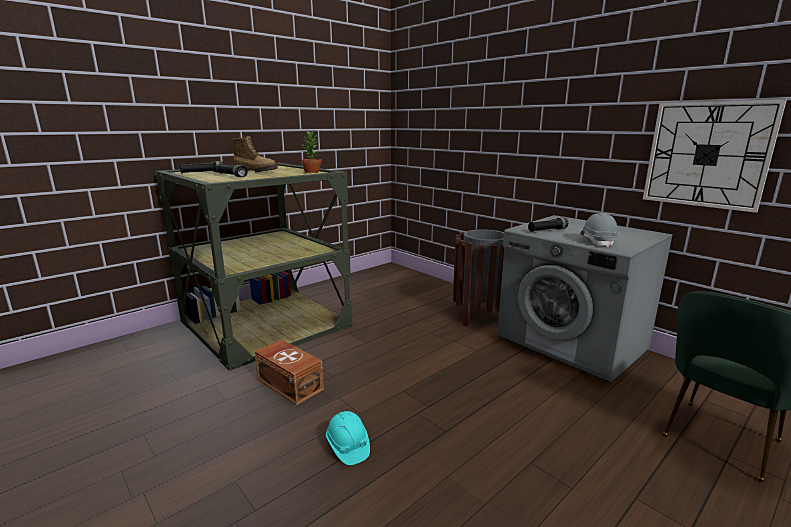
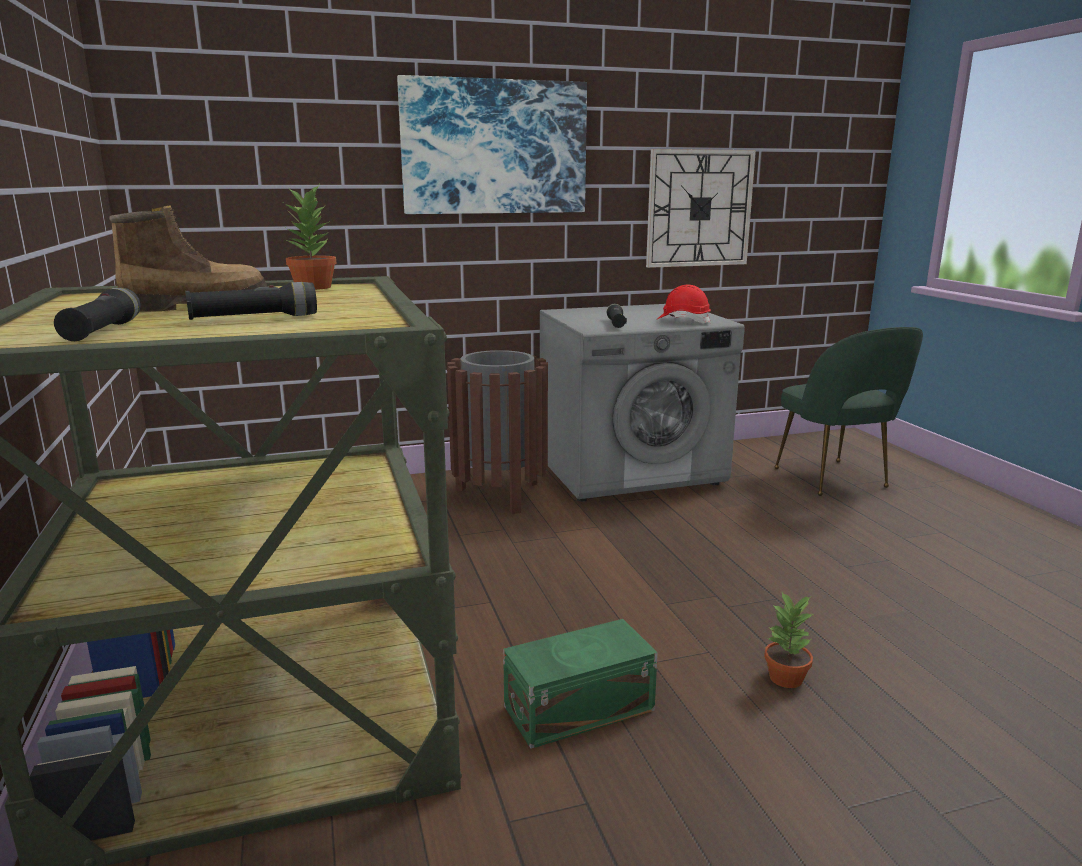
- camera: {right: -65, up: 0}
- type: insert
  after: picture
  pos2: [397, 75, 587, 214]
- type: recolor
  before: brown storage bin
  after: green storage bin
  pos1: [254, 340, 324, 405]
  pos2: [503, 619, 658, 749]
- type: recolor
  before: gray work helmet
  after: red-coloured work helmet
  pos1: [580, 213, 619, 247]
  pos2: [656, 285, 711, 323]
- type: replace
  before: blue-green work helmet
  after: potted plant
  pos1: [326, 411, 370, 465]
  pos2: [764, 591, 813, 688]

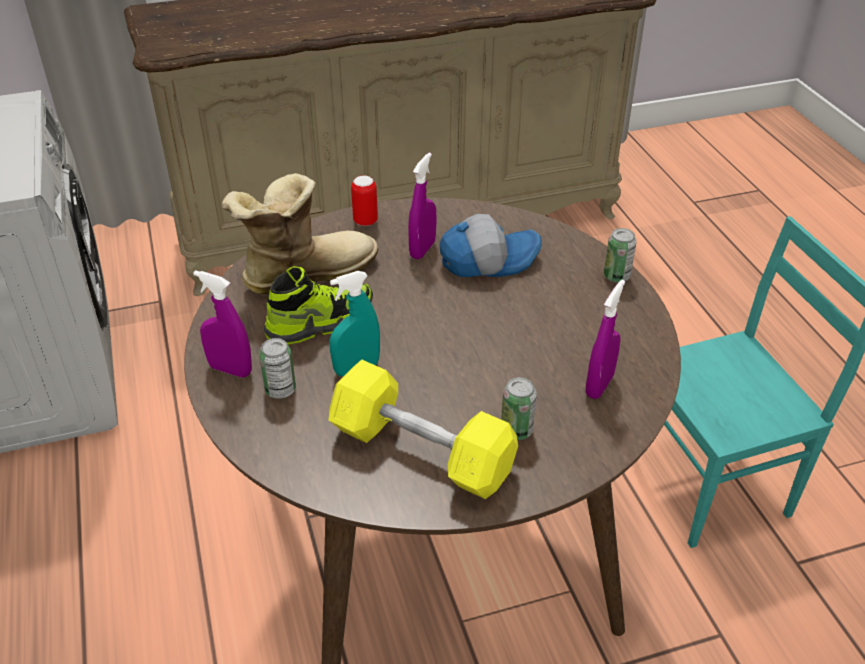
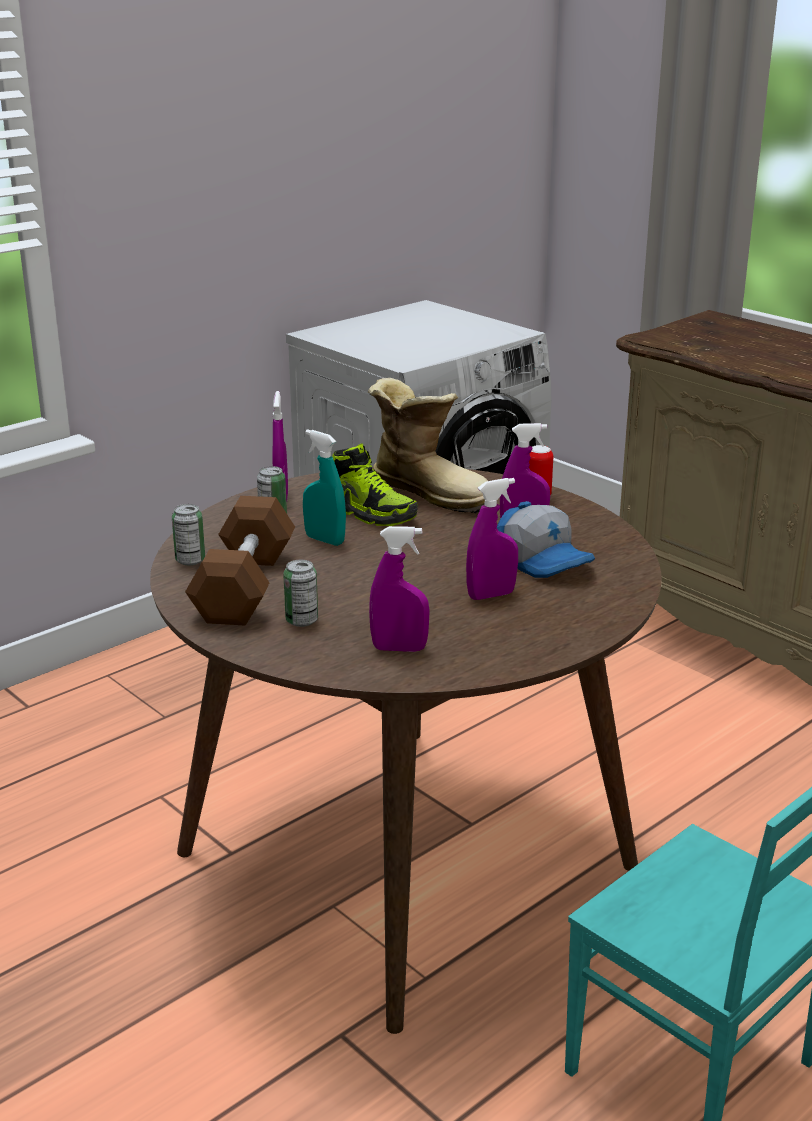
- camera: {right: 65, up: -15}
- type: move
  before: sealed can
  pos1: [604, 228, 636, 283]
  pos2: [172, 504, 205, 565]
- type: recolor
  before: yellow-coloured dumbbell
  after: brown dumbbell
  pos1: [329, 359, 518, 499]
  pos2: [185, 496, 295, 626]
- type: insert
  after: purple hand sprayer
  pos2: [466, 478, 518, 600]

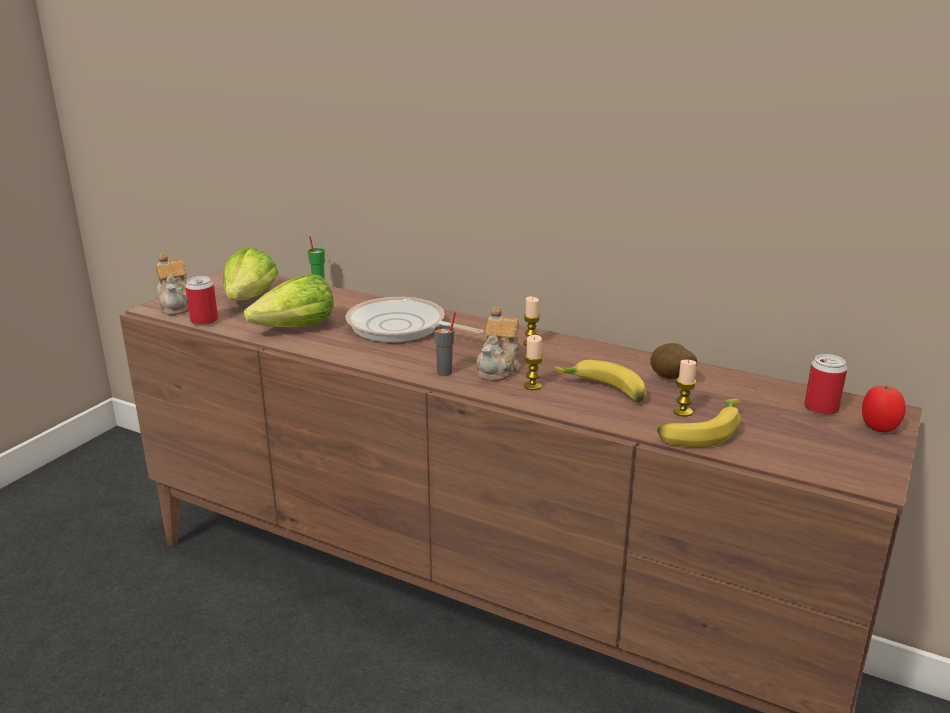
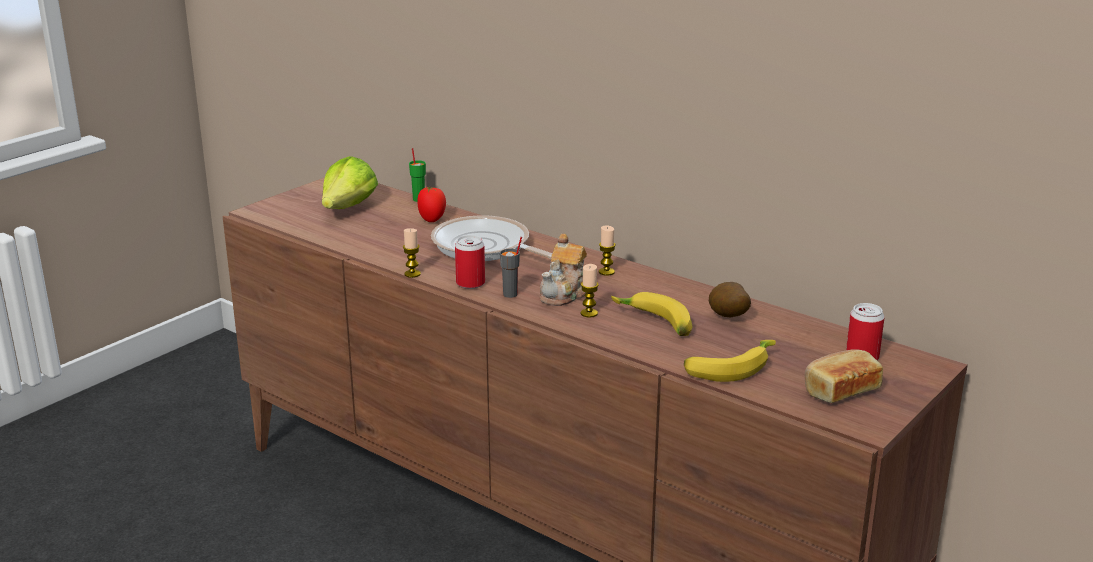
- camera: {right: 10, up: 0}
- type: move
  before: wax light
  pos1: [673, 360, 697, 417]
  pos2: [403, 228, 421, 278]
- type: move
  before: whole tomato
  pos1: [862, 385, 906, 433]
  pos2: [417, 187, 446, 222]
- type: move
  before: sealed can
  pos1: [185, 276, 218, 326]
  pos2: [455, 235, 485, 289]
- type: insert
  after: baked bread
  pos2: [805, 349, 883, 403]
- type: delete
  before: pot for tea
  pos1: [156, 253, 189, 315]
- type: delete
  before: lettuce head
  pos1: [244, 274, 334, 327]

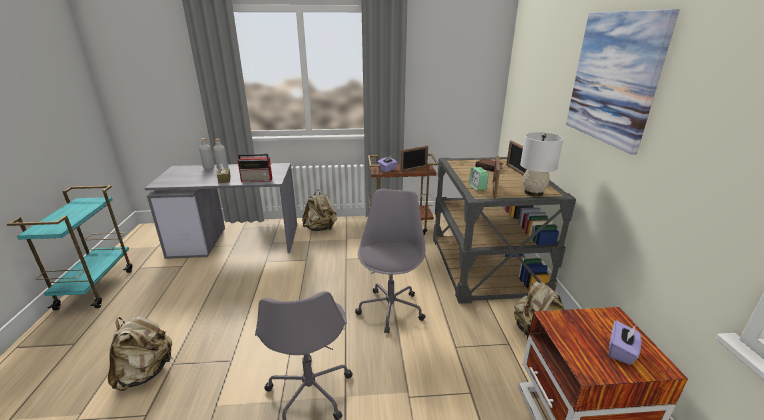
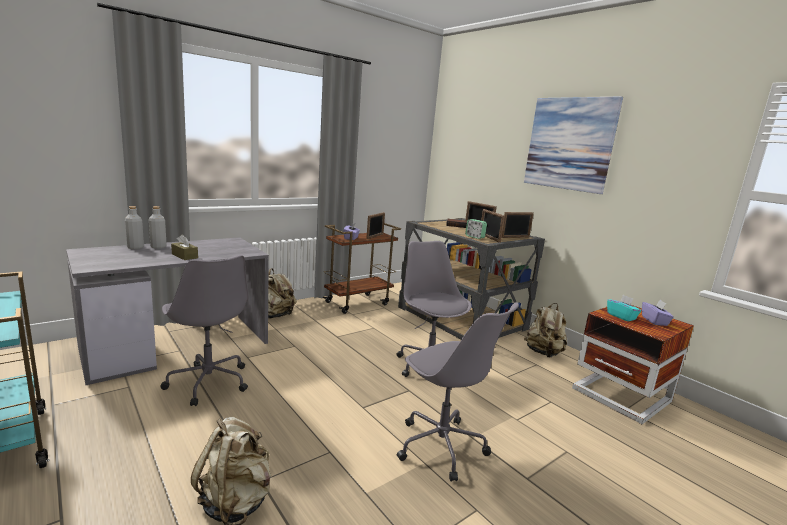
- camera: {right: -35, up: -10}
- type: insert
  after: gray desk chair
  pos2: [160, 255, 249, 406]
- type: replace
  before: white table lamp
  after: picture frame
  pos1: [520, 132, 563, 196]
  pos2: [502, 212, 534, 238]
- type: insert
  after: blue-green tissue holder
  pos2: [607, 295, 641, 321]
- type: delete
  before: radio set
  pos1: [238, 154, 272, 182]

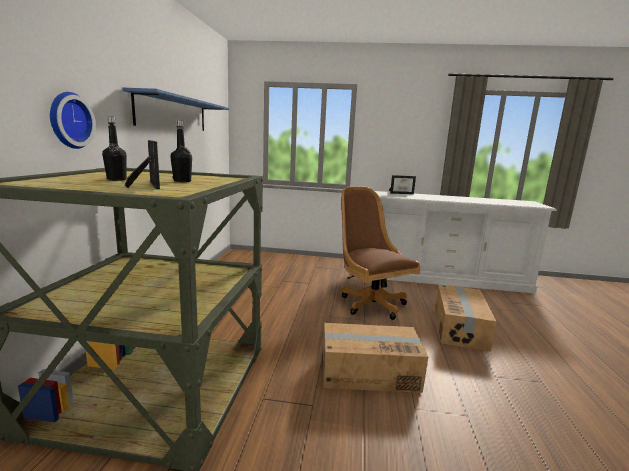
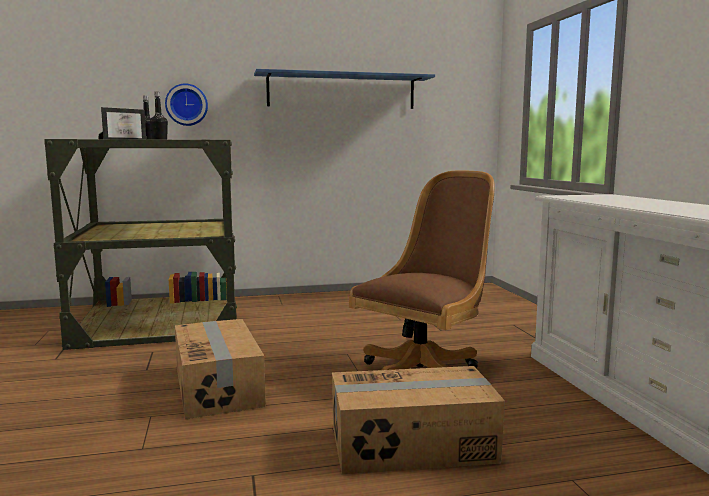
- camera: {right: 70, up: -5}
- type: delete
  before: picture frame
  pos1: [389, 175, 416, 194]

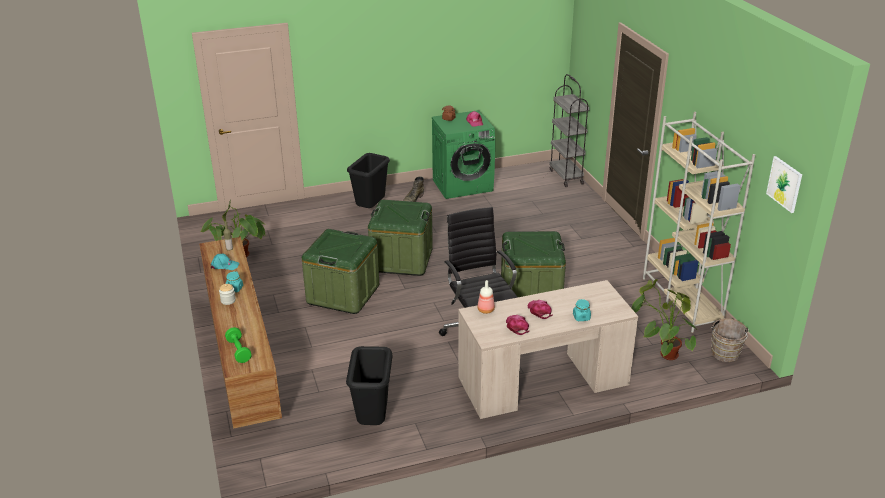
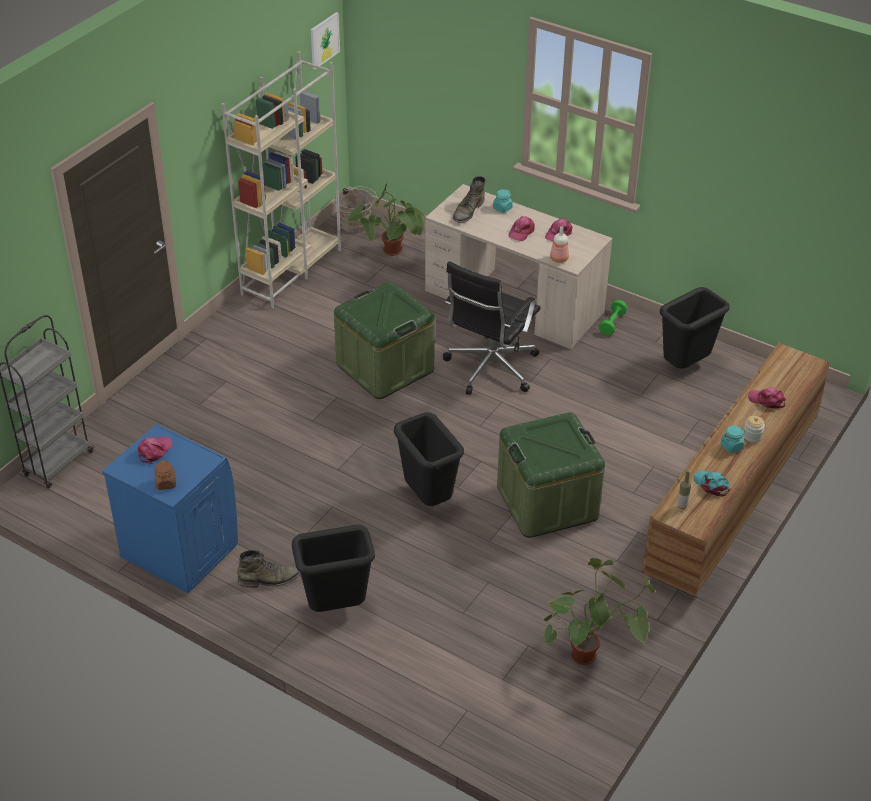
- camera: {right: -130, up: 10}
- type: recolor
  before: green laundry machine
  after: blue-coloured laundry machine
  pos1: [432, 110, 495, 199]
  pos2: [102, 424, 238, 593]
- type: replace
  before: green storage bin
  after: black-coloured trash can
  pos1: [368, 200, 433, 276]
  pos2: [394, 412, 464, 506]
- type: insert
  after: green tall boot
  pos2: [453, 176, 485, 223]
- type: move
  before: green dumbbell
  pos1: [225, 327, 252, 363]
  pos2: [599, 300, 627, 336]
- type: insert
  after: pink-coloured cap
  pos2: [748, 387, 786, 409]

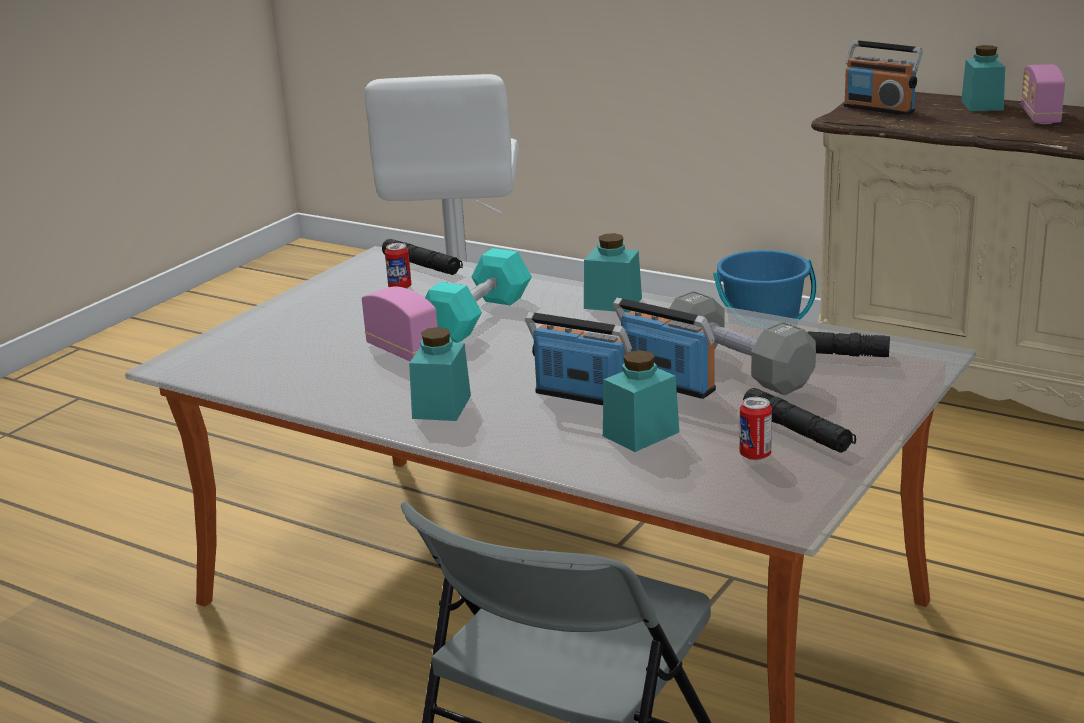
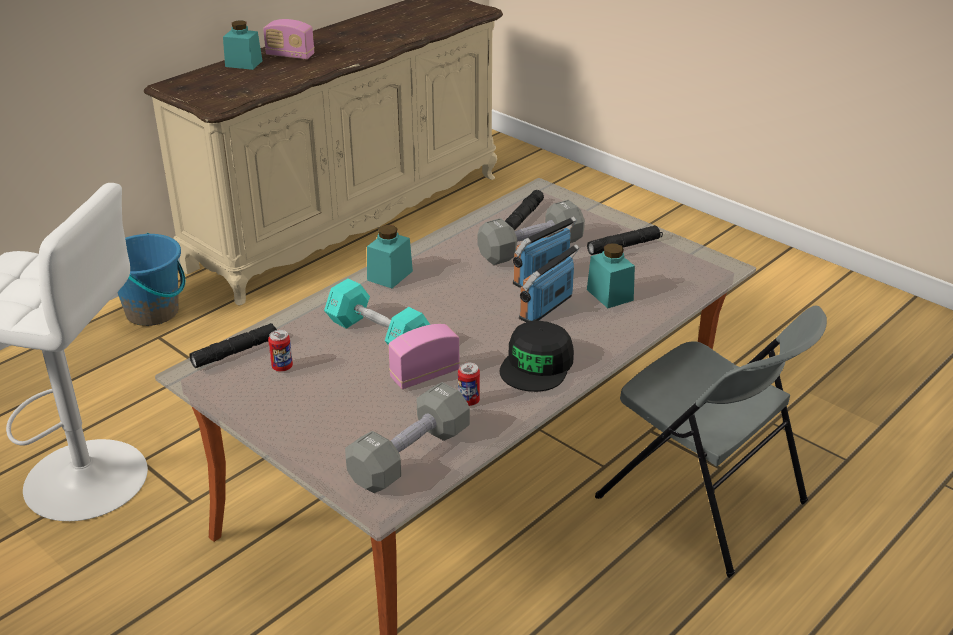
- camera: {right: -80, up: 10}
- type: insert
  after: gray dumbbell
  pos2: [345, 382, 470, 493]
- type: move
  before: sealed can
  pos1: [740, 397, 772, 460]
  pos2: [458, 363, 480, 406]
- type: replace
  before: blue-green preserve jar
  after: black-coloured cap
  pos1: [409, 327, 471, 421]
  pos2: [500, 320, 574, 392]
- type: delete
  before: radio set
  pos1: [844, 40, 923, 115]

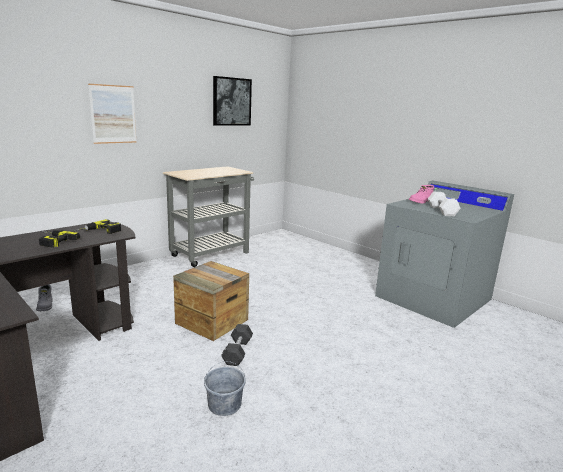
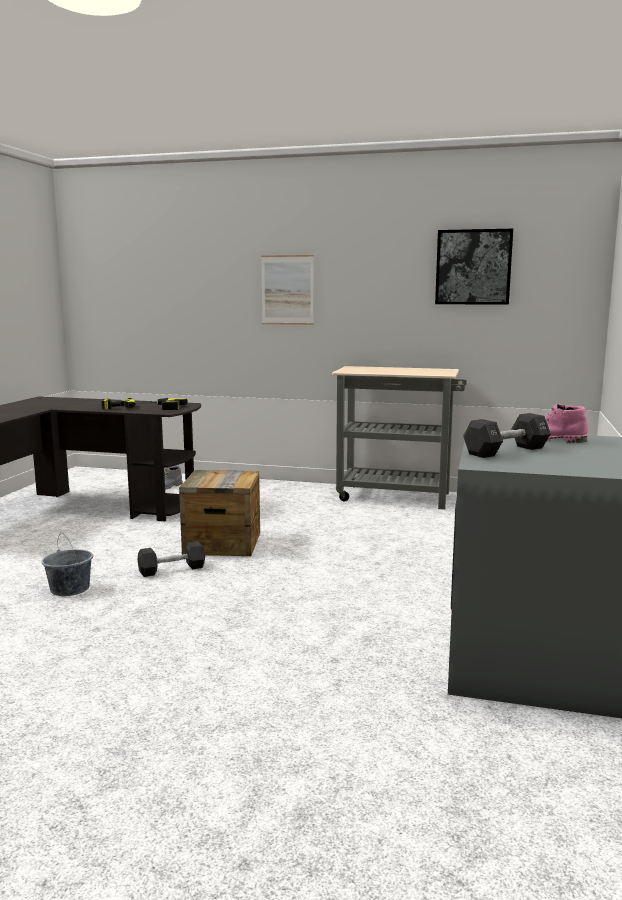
- camera: {right: 60, up: -5}
- type: recolor
  before: white dumbbell
  after: black-coloured dumbbell
  pos1: [428, 192, 461, 216]
  pos2: [463, 413, 551, 458]

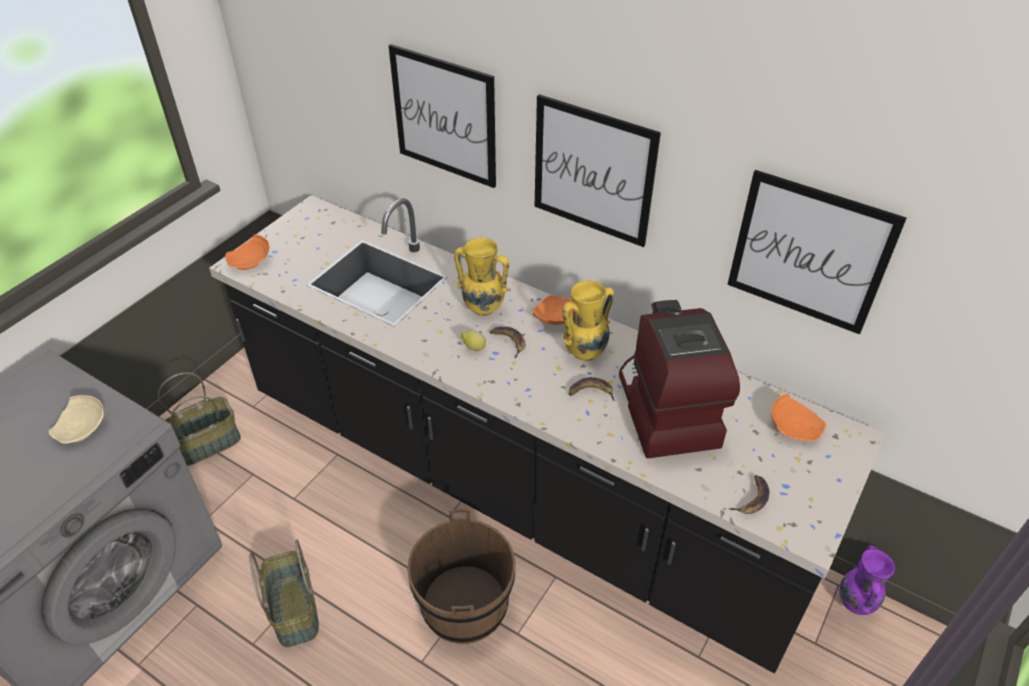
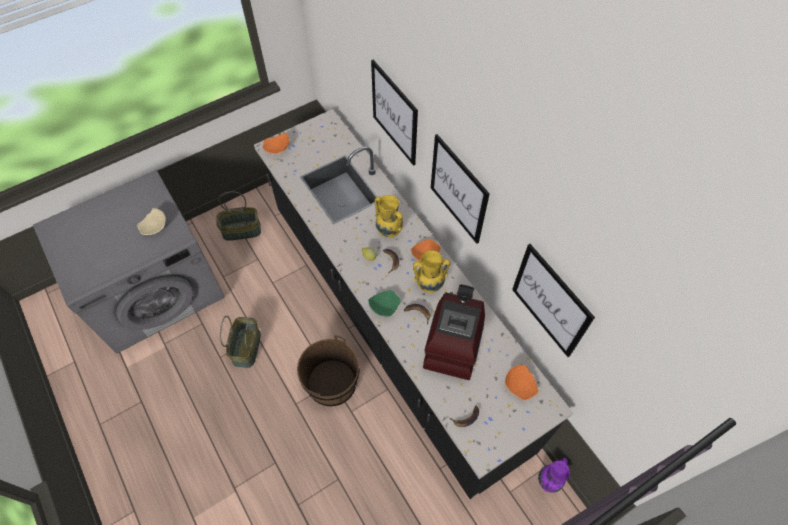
- camera: {right: 25, up: 15}
- type: insert
  after: green plate
  pos2: [368, 290, 401, 316]

